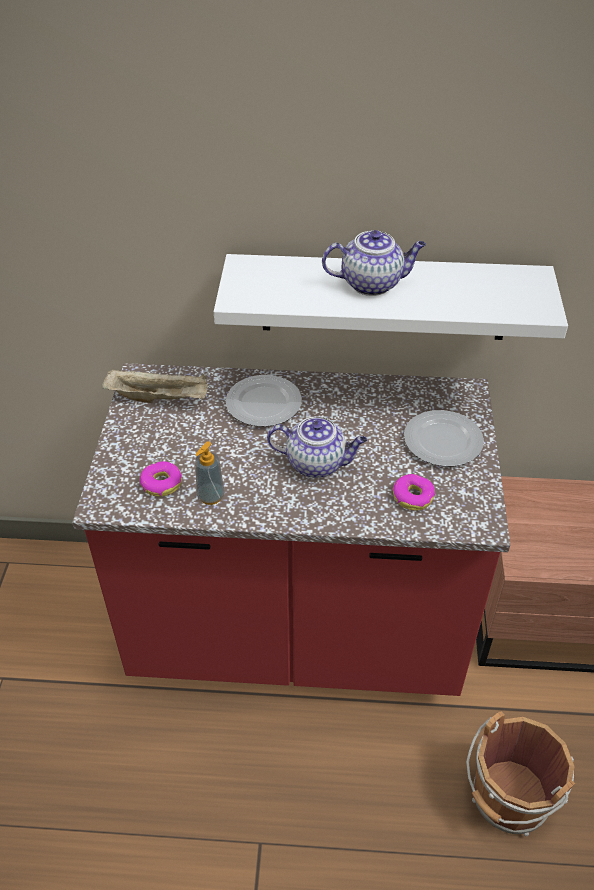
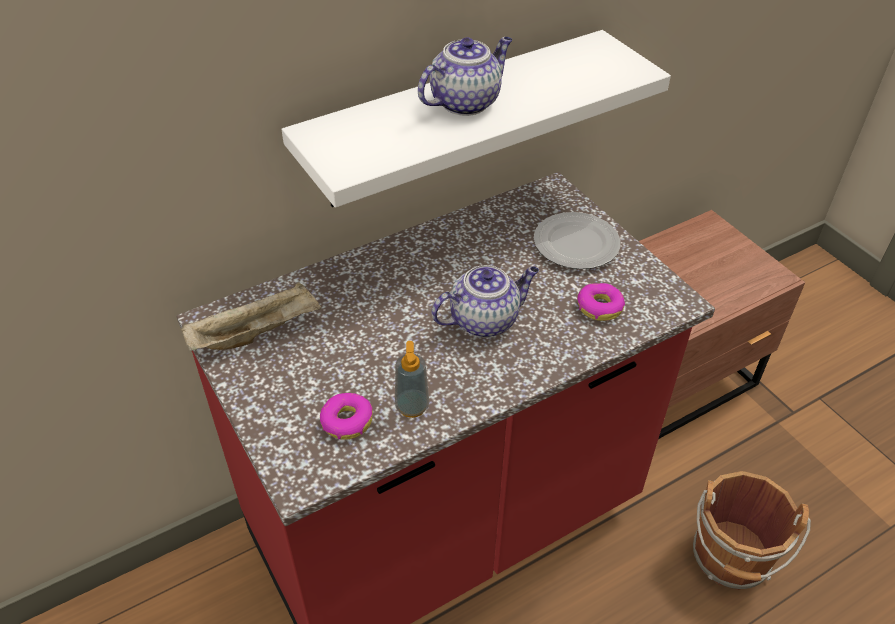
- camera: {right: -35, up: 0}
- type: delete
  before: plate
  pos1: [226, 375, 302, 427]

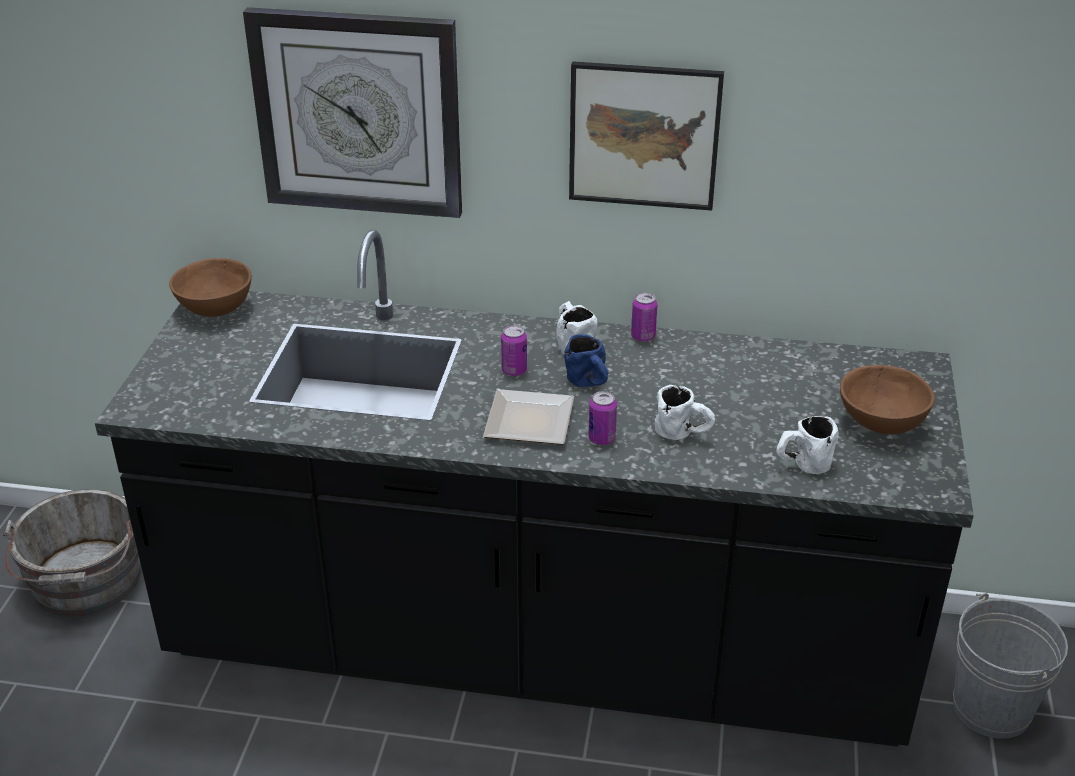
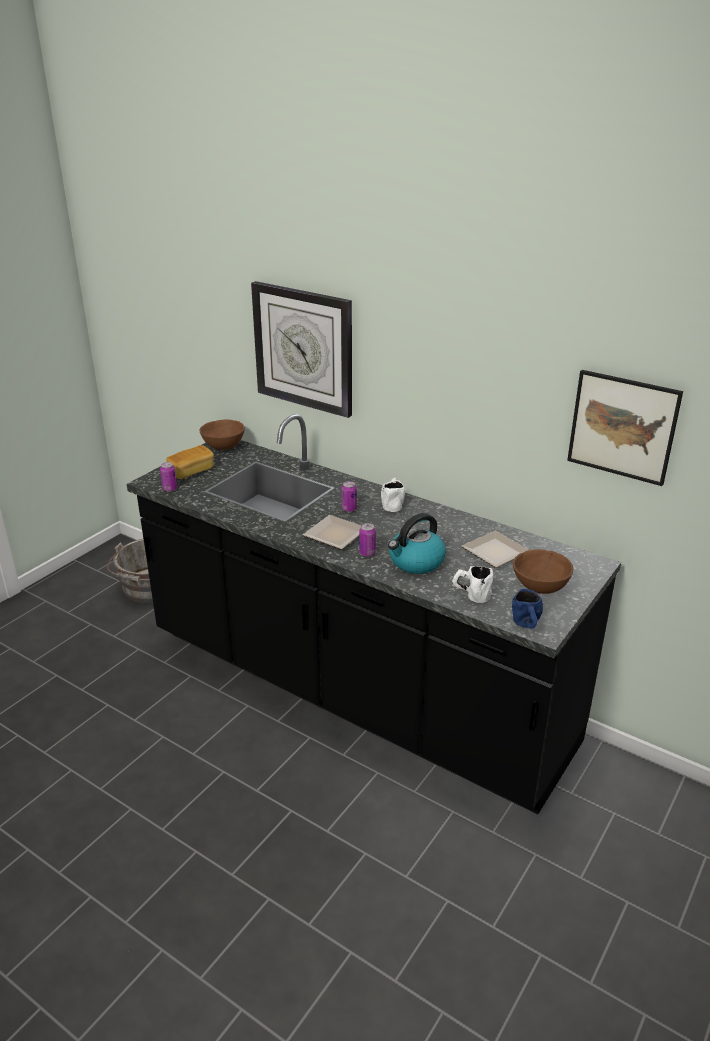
- camera: {right: 25, up: -5}
- type: move
  before: sealed can
  pos1: [631, 292, 657, 342]
  pos2: [160, 462, 177, 492]
- type: insert
  after: baked bread
  pos2: [166, 445, 214, 479]
- type: replace
  before: white mug
  after: water kettle
  pos1: [655, 385, 715, 440]
  pos2: [388, 513, 446, 574]
- type: insert
  after: plate
  pos2: [461, 531, 529, 568]
- type: move
  before: blue-coloured mug
  pos1: [564, 334, 609, 387]
  pos2: [512, 589, 543, 629]
- type: move
  before: picture
  pos1: [569, 61, 724, 211]
  pos2: [567, 370, 683, 486]
- type: delete
  before: gray water bucket
  pos1: [953, 593, 1068, 739]

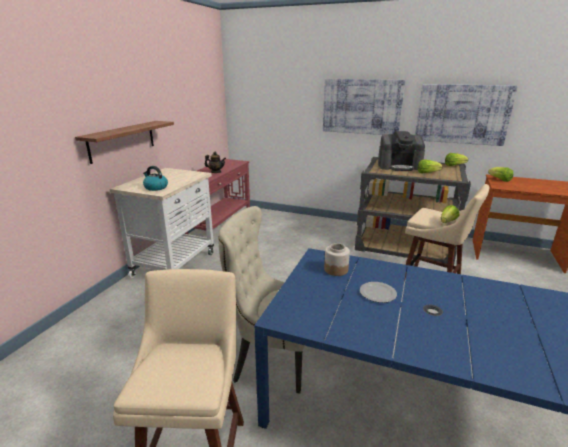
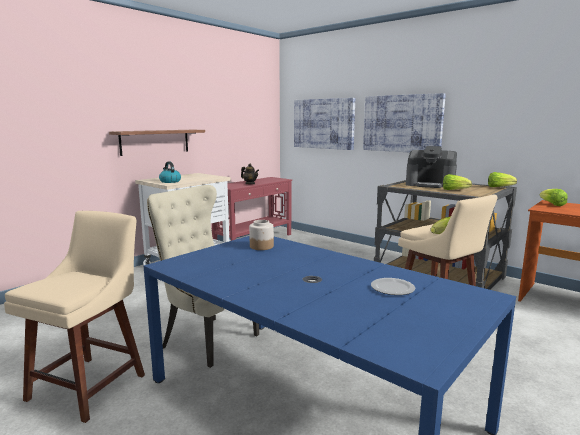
- camera: {right: 20, up: -10}
- type: move
  before: picture
  pos1: [415, 84, 518, 146]
  pos2: [294, 98, 355, 150]
- type: move
  before: plate
  pos1: [360, 282, 397, 303]
  pos2: [371, 278, 415, 295]

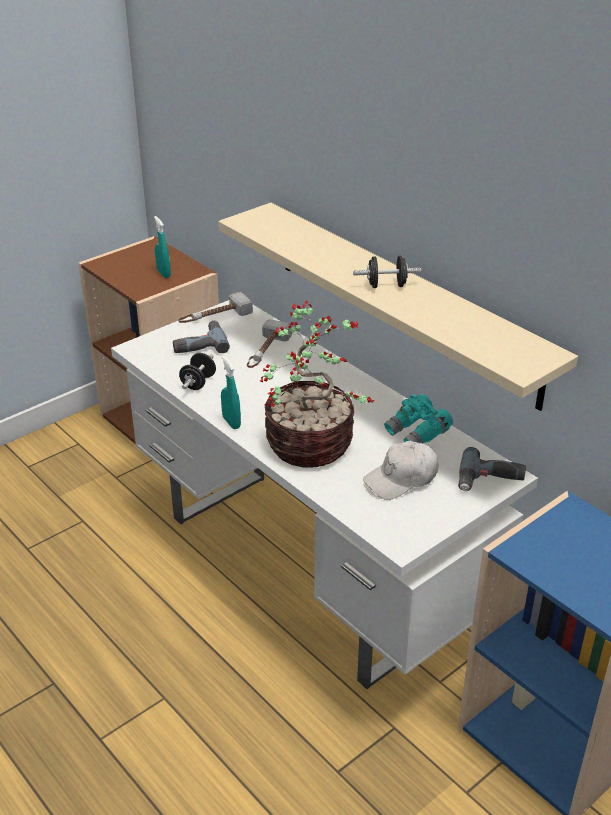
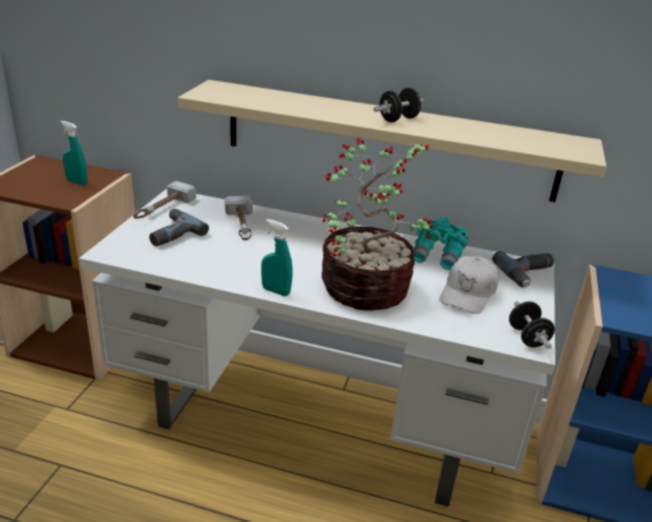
- camera: {right: -35, up: -5}
- type: move
  before: black-coloured dumbbell
  pos1: [179, 353, 216, 390]
  pos2: [509, 301, 555, 349]

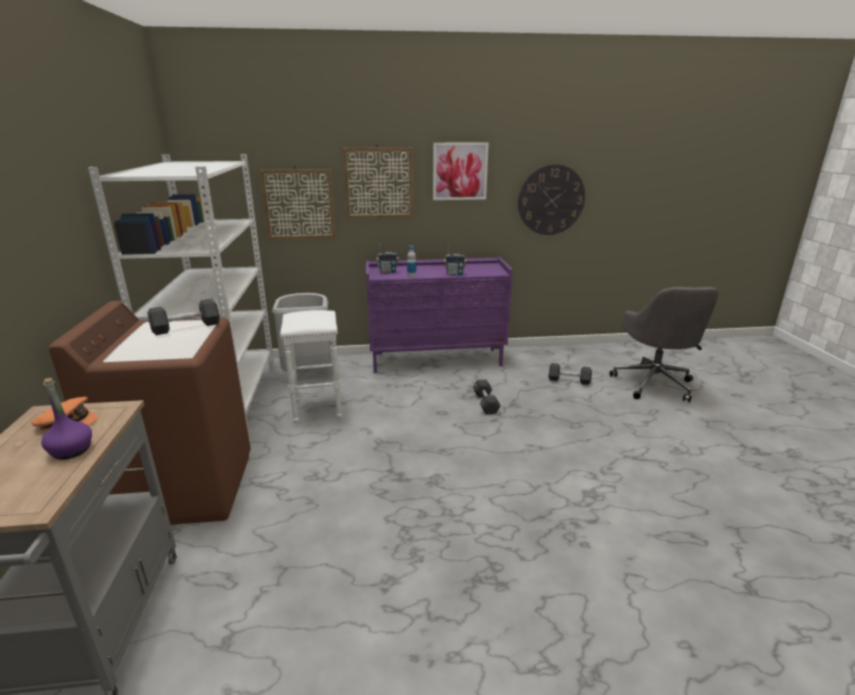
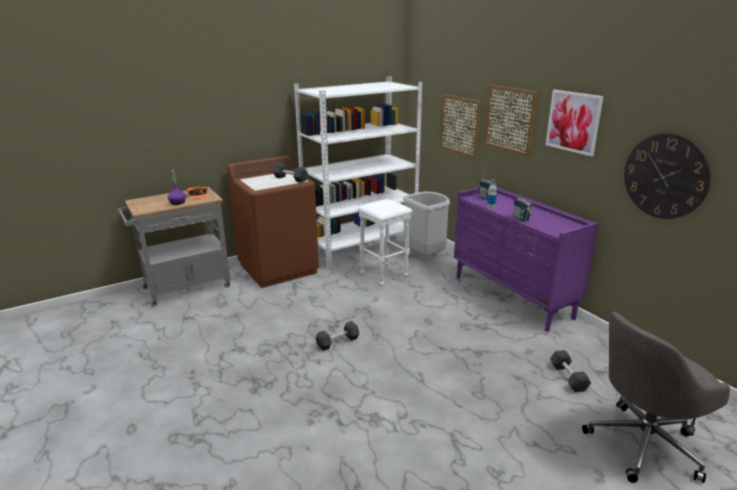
- camera: {right: 65, up: 0}
- type: move
  before: black-coloured dumbbell
  pos1: [473, 379, 501, 414]
  pos2: [316, 321, 359, 351]

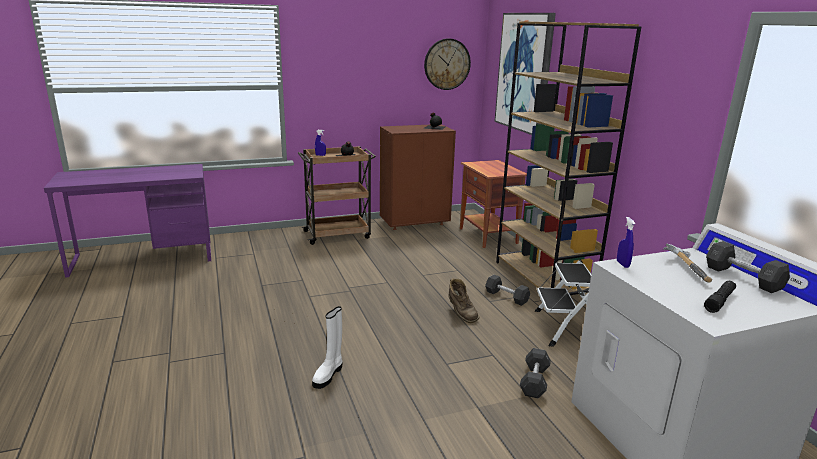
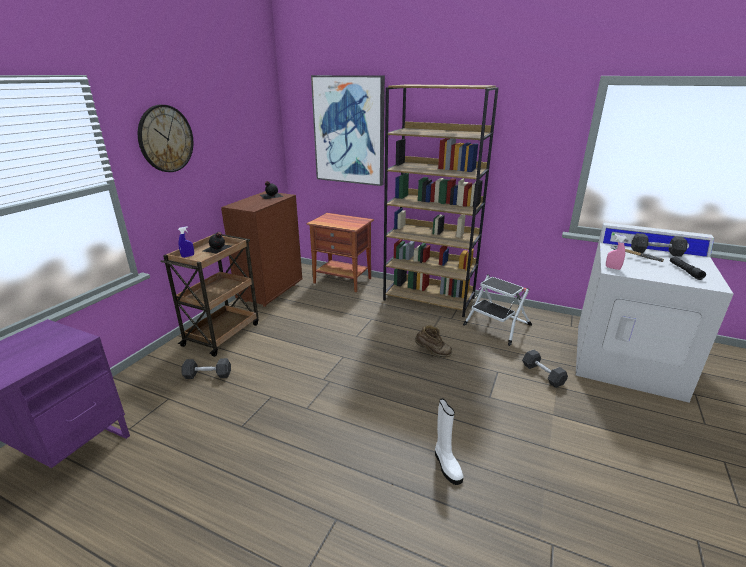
- camera: {right: -45, up: 5}
- type: move
  before: clock on the wall
  pos1: [424, 38, 471, 90]
  pos2: [138, 105, 193, 172]
- type: move
  before: gray dumbbell
  pos1: [485, 275, 530, 306]
  pos2: [181, 358, 231, 379]
- type: recolor
  before: blue-coloured hand sprayer
  after: pink-coloured hand sprayer
  pos1: [617, 217, 635, 268]
  pos2: [606, 234, 626, 270]

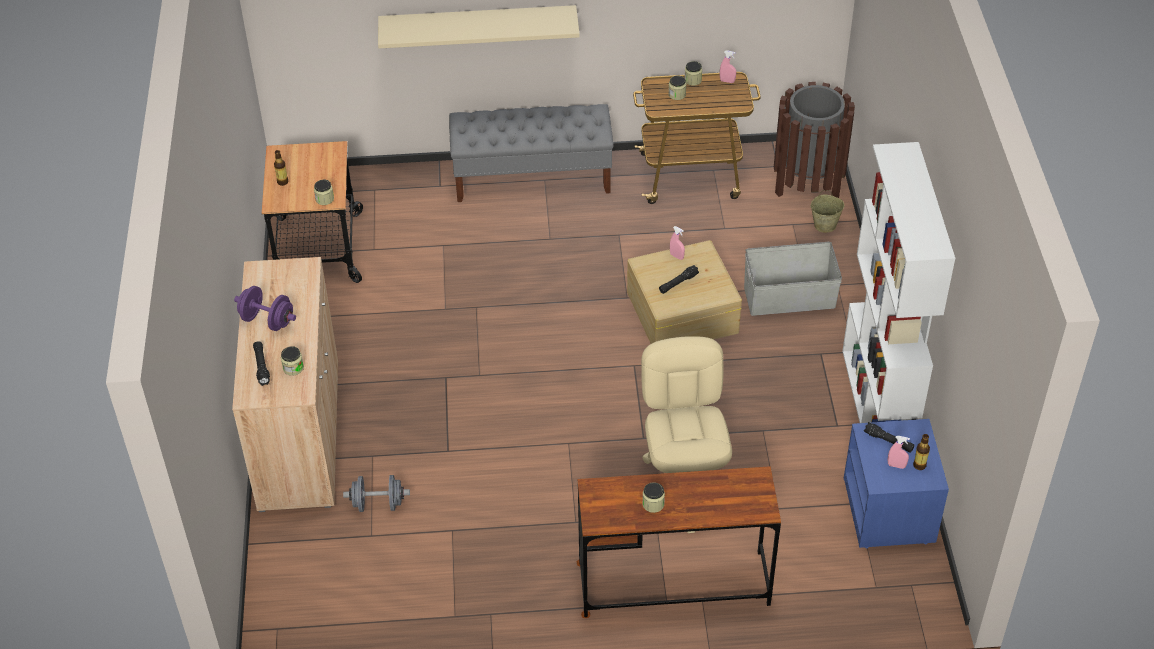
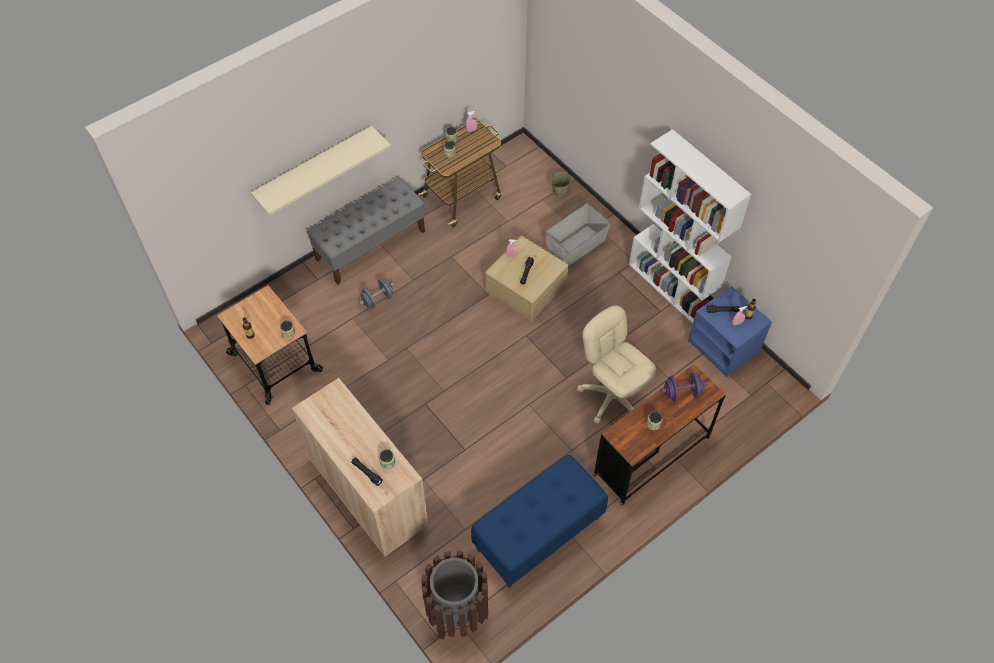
- camera: {right: -35, up: 10}
- type: move
  before: gray dumbbell
  pos1: [343, 475, 410, 512]
  pos2: [359, 279, 395, 308]
- type: move
  before: brown trash can
  pos1: [774, 82, 855, 198]
  pos2: [421, 551, 488, 640]
- type: insert
  after: blue-coloured indoor bench
  pos2: [471, 454, 608, 588]
- type: move
  before: purple dumbbell
  pos1: [234, 286, 296, 331]
  pos2: [660, 373, 707, 402]

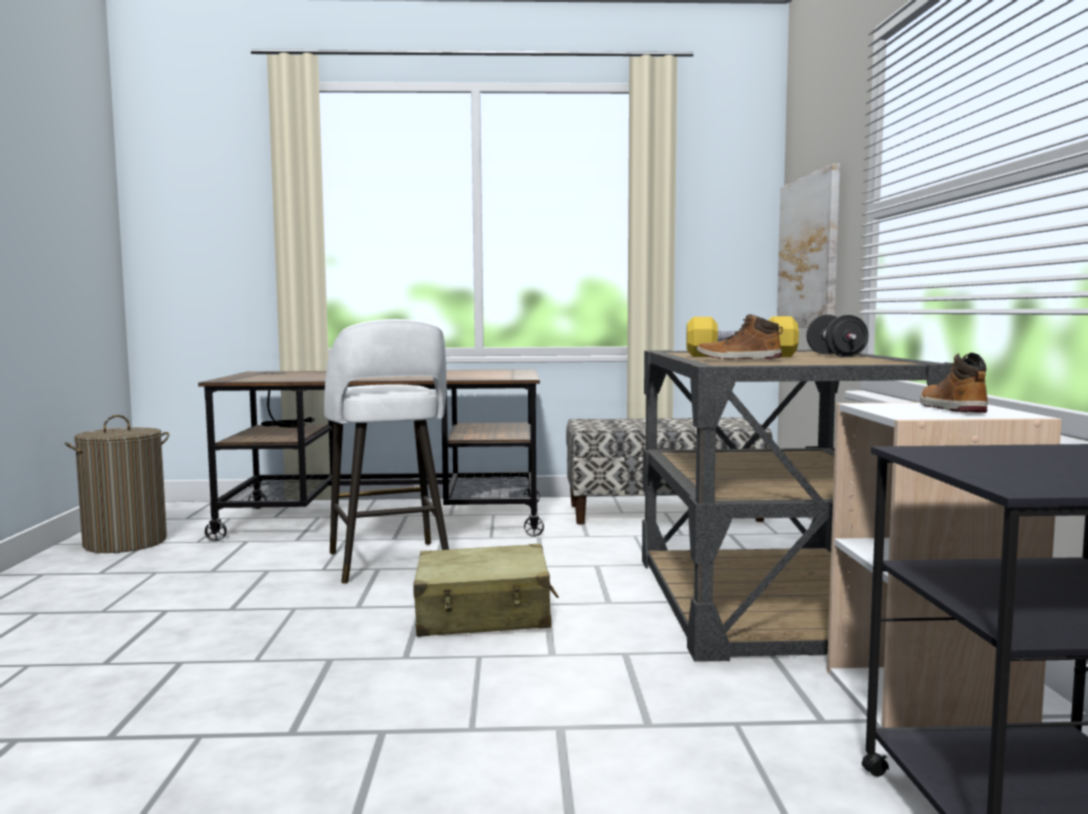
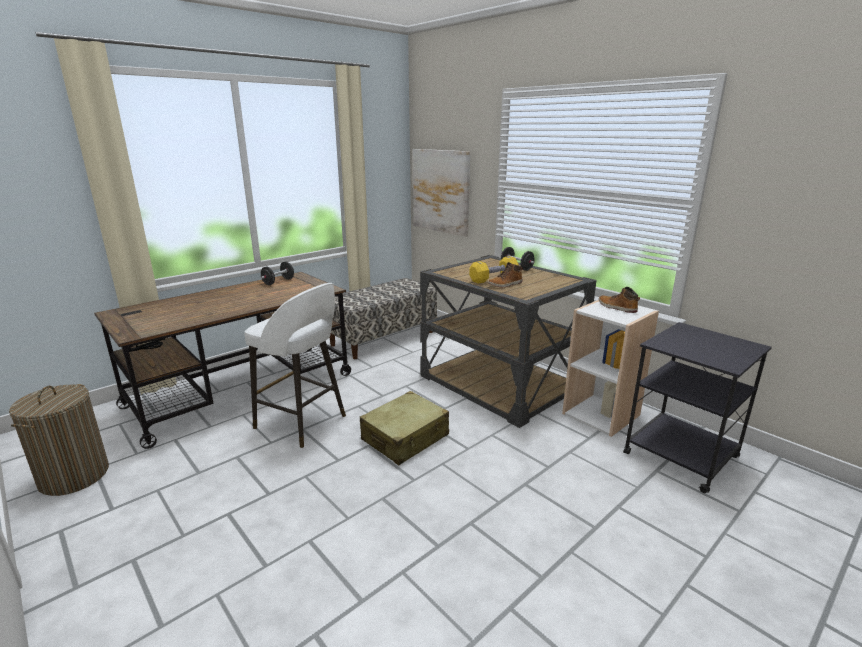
- camera: {right: -40, up: 15}
- type: insert
  after: black-coloured dumbbell
  pos2: [261, 261, 294, 285]

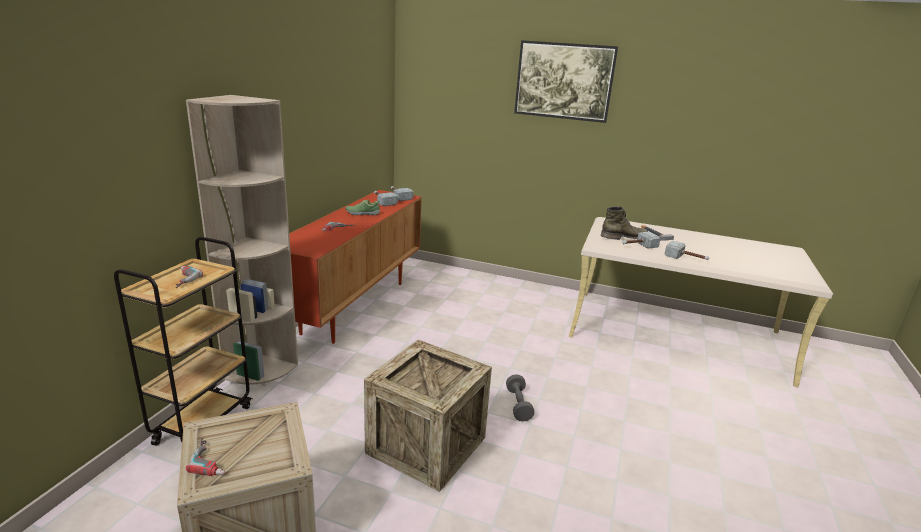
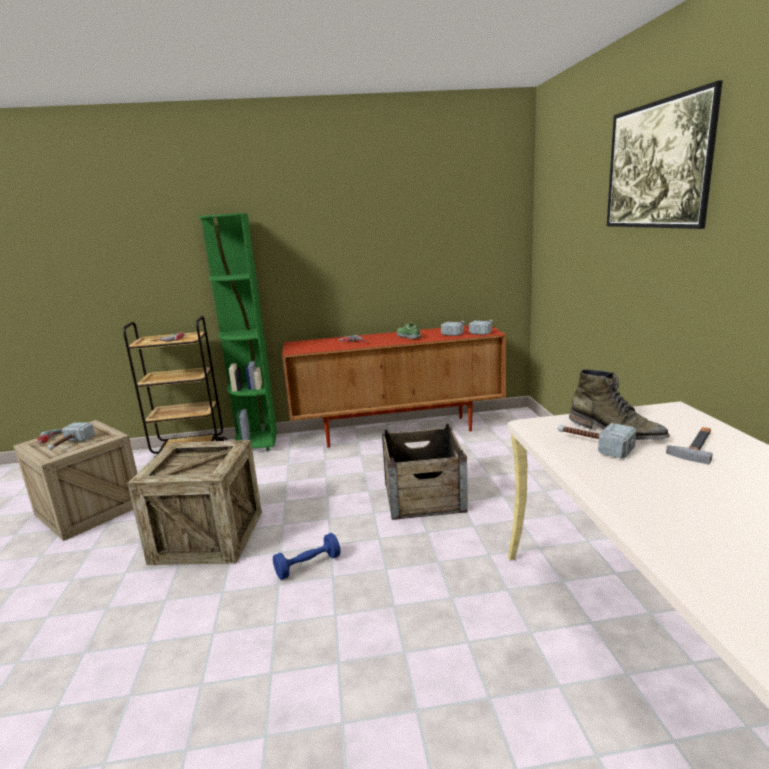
- camera: {right: 65, up: -5}
- type: move
  before: hand hammer
  pos1: [665, 241, 709, 260]
  pos2: [48, 422, 95, 450]
- type: recolor
  before: beige-coloured bookcase
  after: green bookcase
  pos1: [186, 95, 298, 386]
  pos2: [198, 213, 277, 451]
- type: recolor
  before: gray dumbbell
  after: blue-coloured dumbbell
  pos1: [506, 374, 534, 421]
  pos2: [273, 533, 340, 580]
- type: insert
  after: packing crate
  pos2: [382, 424, 468, 520]

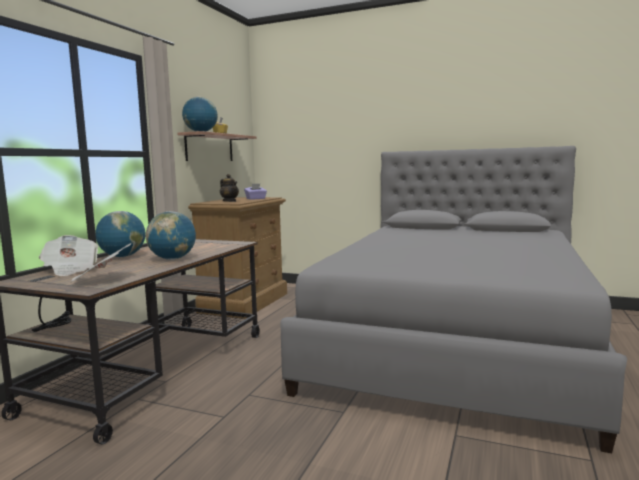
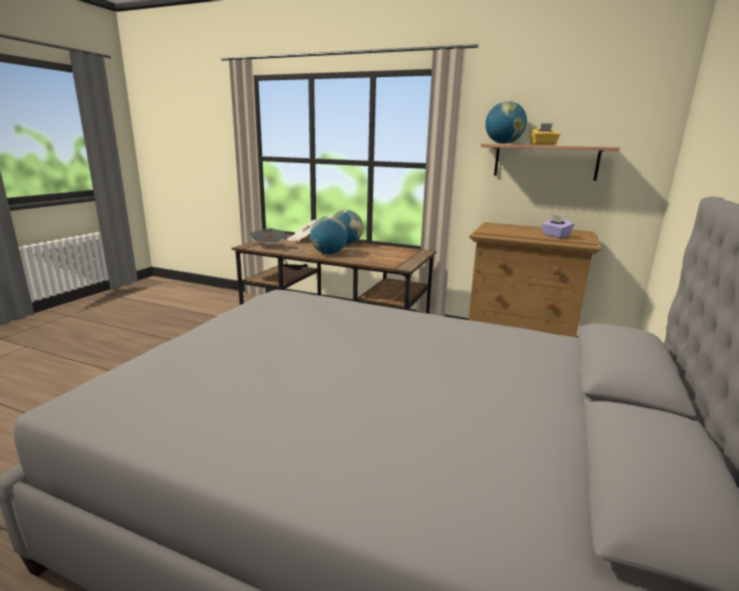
- camera: {right: 90, up: 10}
- type: delete
  before: pot for tea
  pos1: [220, 174, 239, 202]

